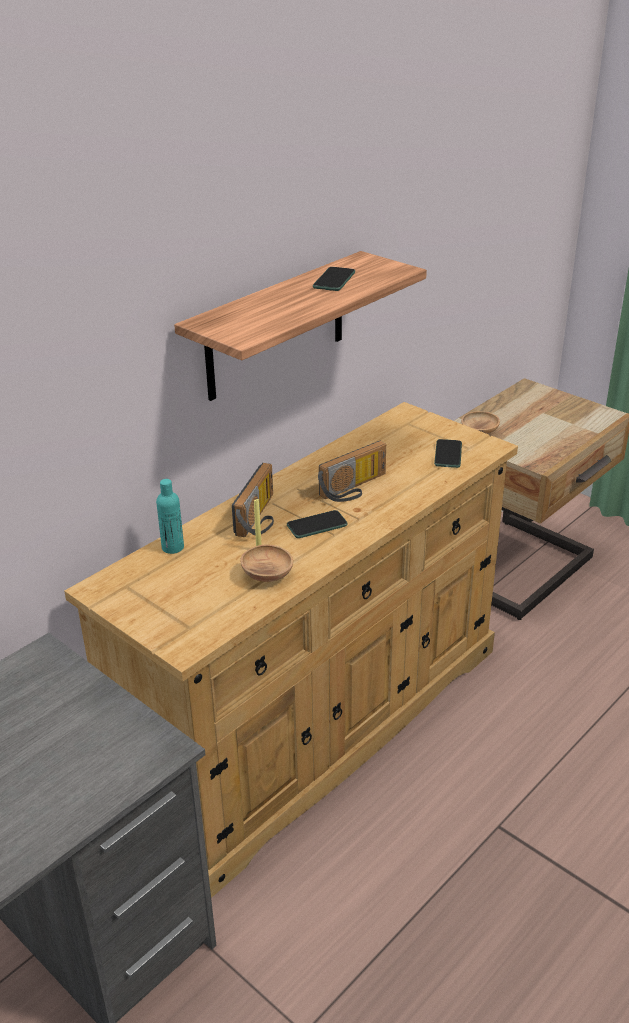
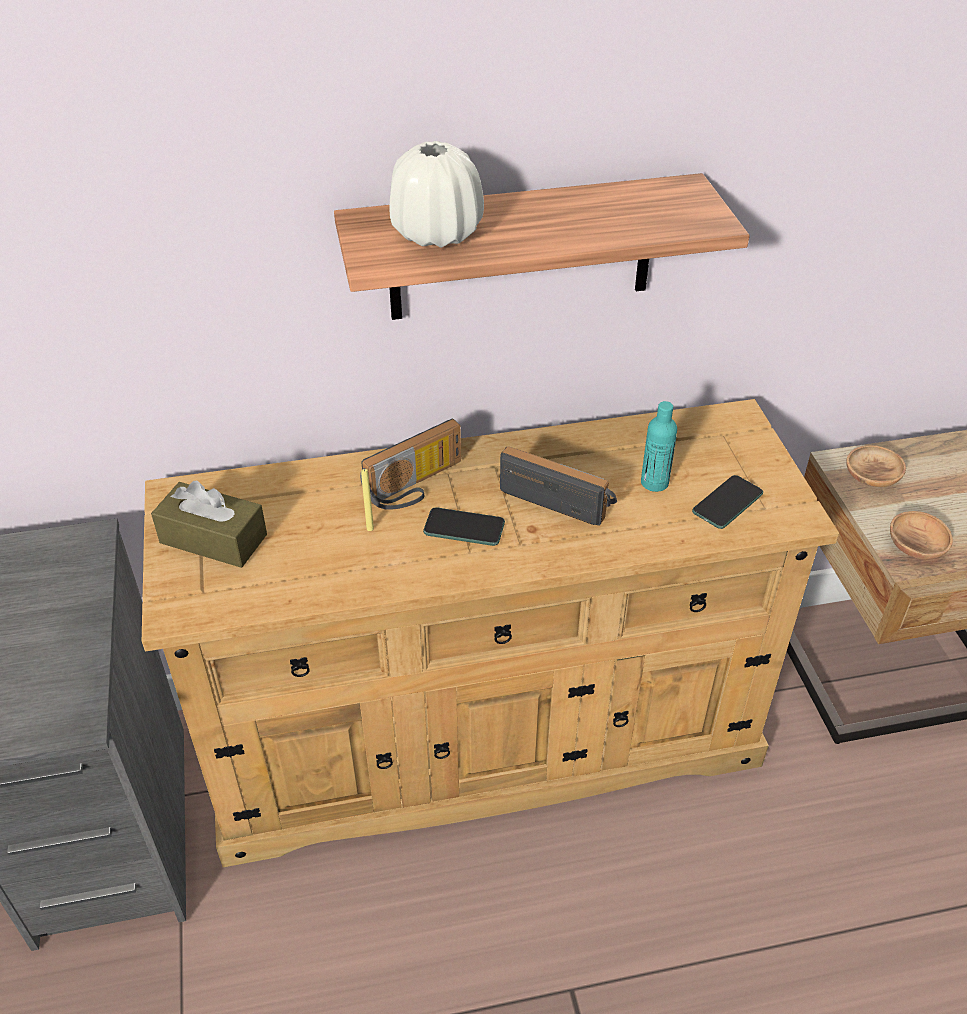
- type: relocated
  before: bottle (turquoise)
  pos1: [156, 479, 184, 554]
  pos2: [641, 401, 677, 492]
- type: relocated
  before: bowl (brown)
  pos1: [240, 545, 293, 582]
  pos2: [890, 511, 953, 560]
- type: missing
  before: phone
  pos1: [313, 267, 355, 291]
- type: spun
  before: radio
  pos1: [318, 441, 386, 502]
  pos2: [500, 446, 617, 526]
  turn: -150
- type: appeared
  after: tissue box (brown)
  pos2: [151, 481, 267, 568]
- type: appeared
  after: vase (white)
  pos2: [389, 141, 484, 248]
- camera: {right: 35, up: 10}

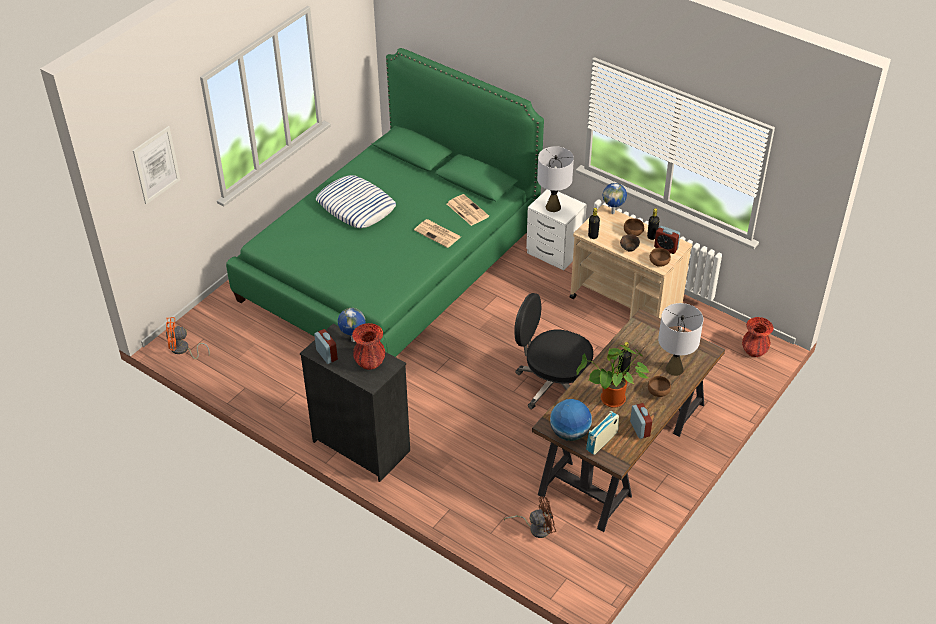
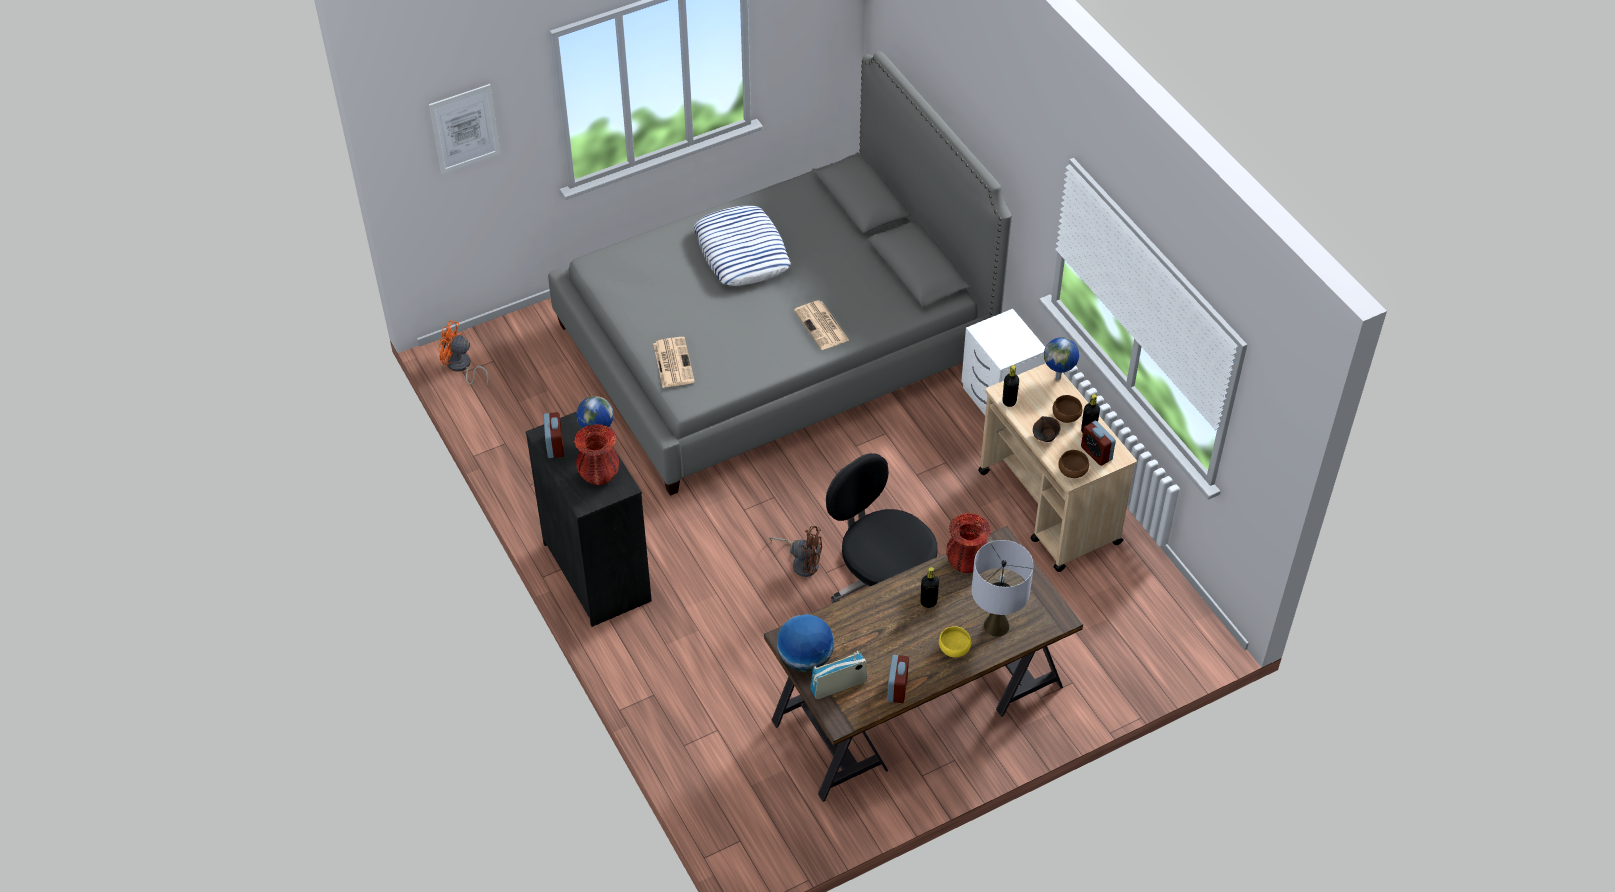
- type: colour
  before: bed (green)
  after: bed (grey)
  pos1: [226, 48, 544, 357]
  pos2: [548, 52, 1012, 496]
- type: relocated
  before: newspaper
  pos1: [447, 194, 489, 226]
  pos2: [653, 337, 695, 388]
- type: relocated
  before: fan (brown)
  pos1: [504, 496, 556, 538]
  pos2: [769, 526, 822, 577]
- type: missing
  before: table lamp (grey)
  pos1: [537, 146, 574, 212]
- type: missing
  before: potted plant
  pos1: [577, 345, 649, 408]
- type: colour
  before: bowl (brown)
  after: bowl (yellow)
  pos1: [648, 376, 671, 397]
  pos2: [939, 626, 971, 657]
- type: relocated
  before: vase (red)
  pos1: [742, 317, 774, 357]
  pos2: [946, 513, 991, 573]
- camera: {right: 25, up: 5}

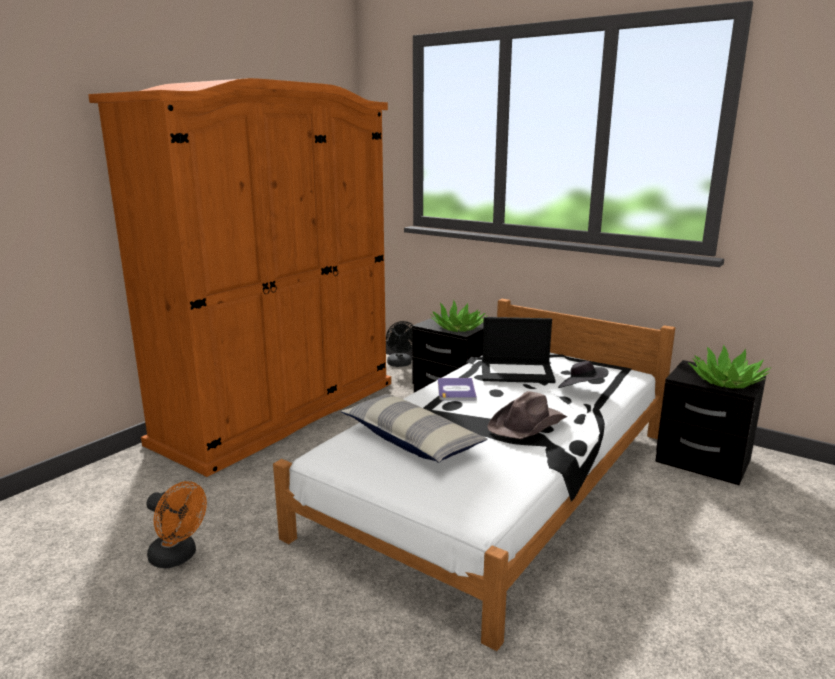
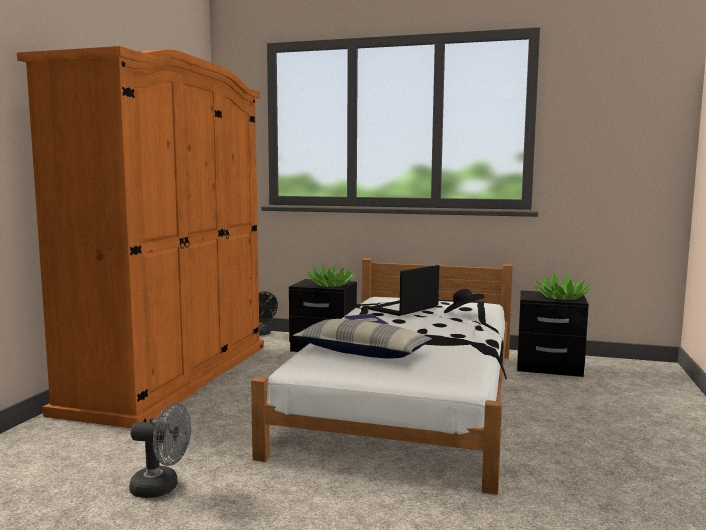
- type: colour
  before: fan (orange)
  after: fan (grey)
  pos1: [147, 481, 207, 569]
  pos2: [129, 403, 191, 498]
- type: spun
  before: laptop
  pos1: [482, 317, 556, 383]
  pos2: [368, 265, 439, 316]
  turn: 150
- type: missing
  before: hat (brown)
  pos1: [487, 391, 567, 439]
- camera: {right: -20, up: -10}

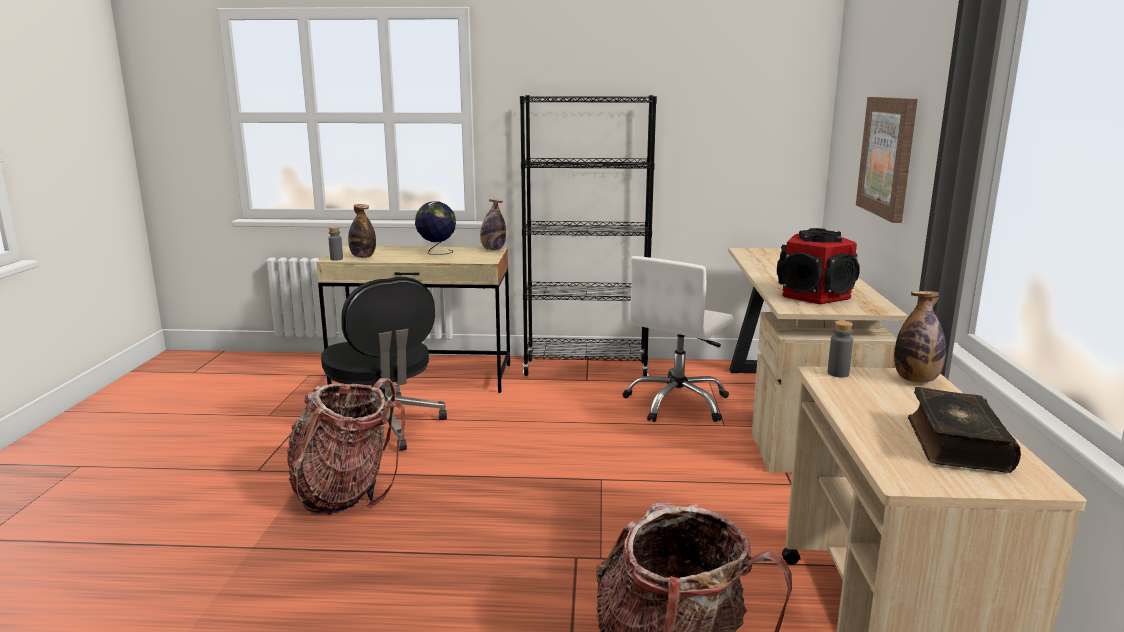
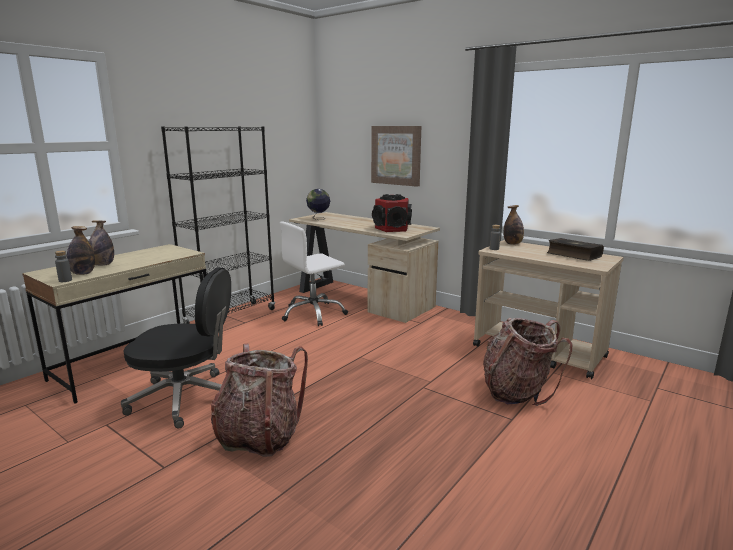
- type: relocated
  before: globe
  pos1: [415, 201, 456, 255]
  pos2: [306, 189, 330, 220]
- type: relocated
  before: bottle
  pos1: [480, 199, 506, 250]
  pos2: [89, 220, 114, 266]
- type: spun
  before: office chair (white)
  pos1: [623, 256, 734, 422]
  pos2: [280, 221, 348, 326]
  turn: 75
- camera: {right: -55, up: 0}

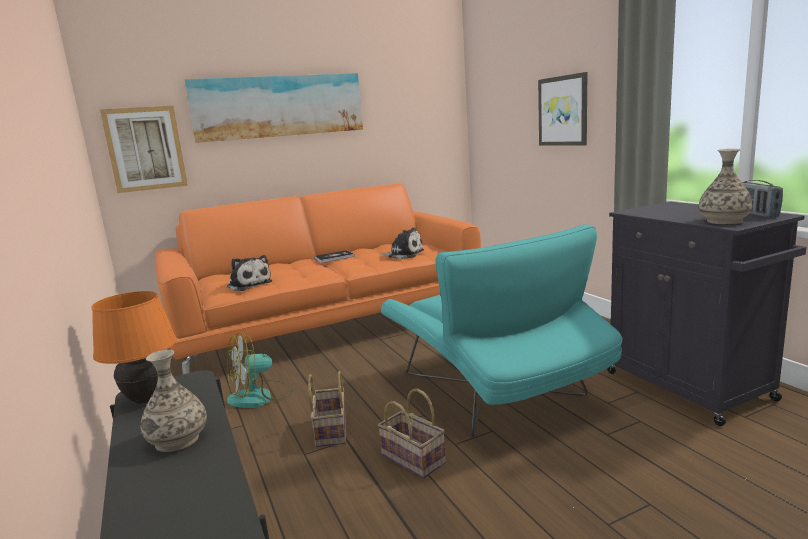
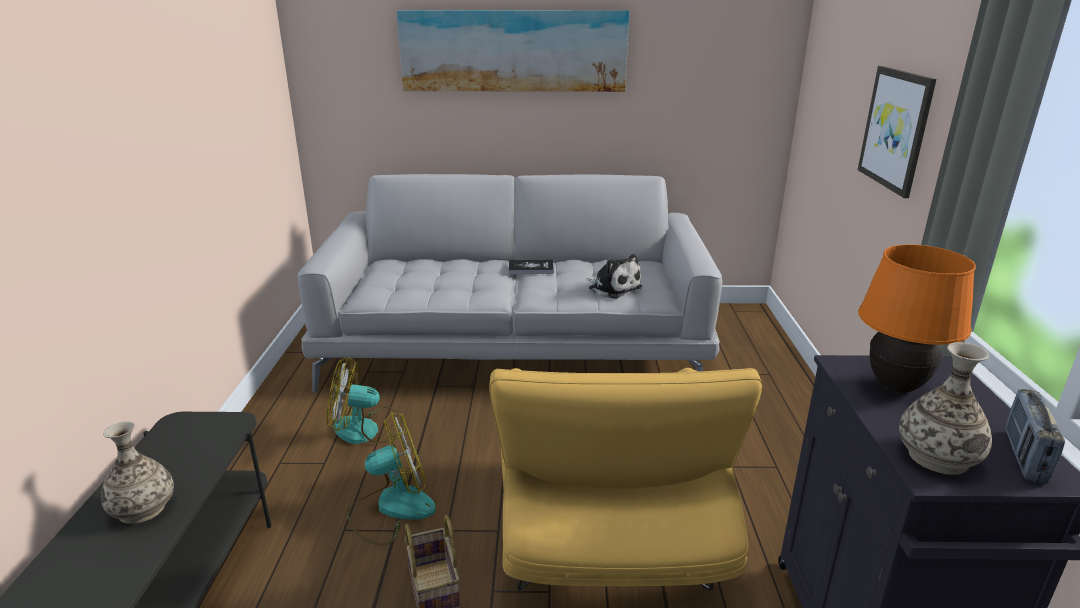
- type: relocated
  before: table lamp (orange)
  pos1: [92, 291, 176, 404]
  pos2: [858, 245, 976, 393]
- type: missing
  before: picture
  pos1: [100, 106, 188, 193]
- type: colour
  before: sofa (orange)
  after: sofa (grey)
  pos1: [155, 184, 481, 374]
  pos2: [298, 174, 722, 393]
- type: missing
  before: plush toy
  pos1: [227, 255, 272, 291]
- type: exchanged
  before: basket
  after: fan
  pos1: [308, 371, 346, 447]
  pos2: [347, 412, 436, 545]
- type: colour
  before: armchair (turquoise)
  after: armchair (yellow)
  pos1: [380, 224, 623, 437]
  pos2: [489, 368, 763, 591]
- camera: {right: 25, up: 10}

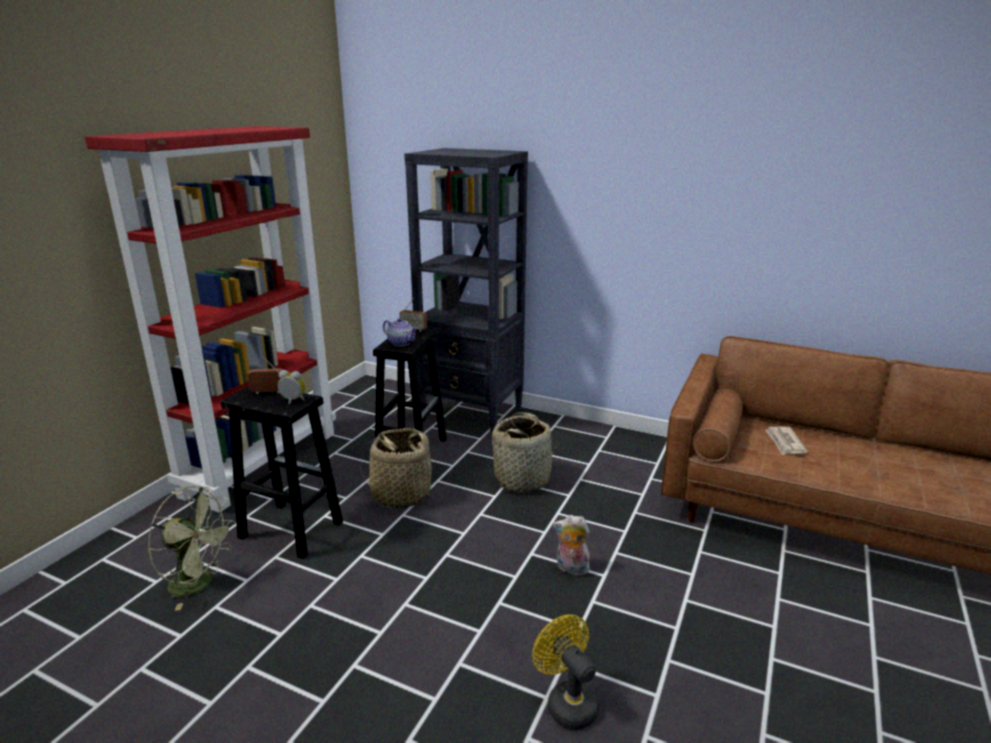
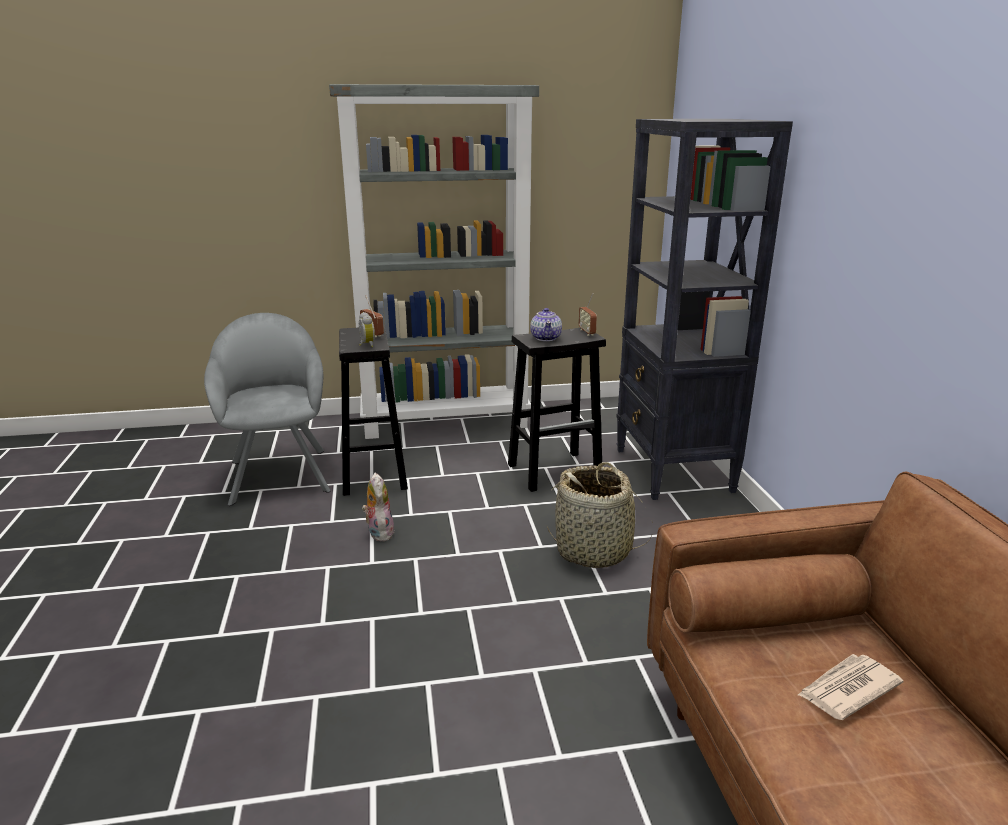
- type: colour
  before: bookcase (red)
  after: bookcase (grey)
  pos1: [85, 126, 336, 513]
  pos2: [329, 84, 539, 439]
- type: exchanged
  before: fan (green)
  after: armchair (grey)
  pos1: [148, 486, 236, 611]
  pos2: [204, 313, 331, 506]
- type: missing
  before: basket
  pos1: [360, 428, 437, 508]
- type: missing
  before: fan (yellow)
  pos1: [532, 615, 599, 730]
- type: relocated
  before: plush toy
  pos1: [553, 515, 590, 575]
  pos2: [362, 473, 394, 541]
- camera: {right: 55, up: 0}

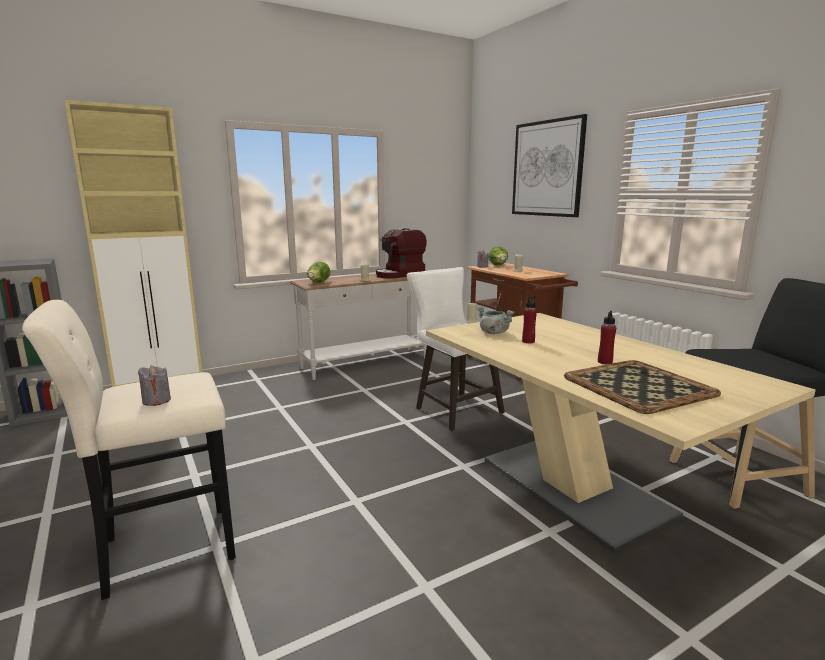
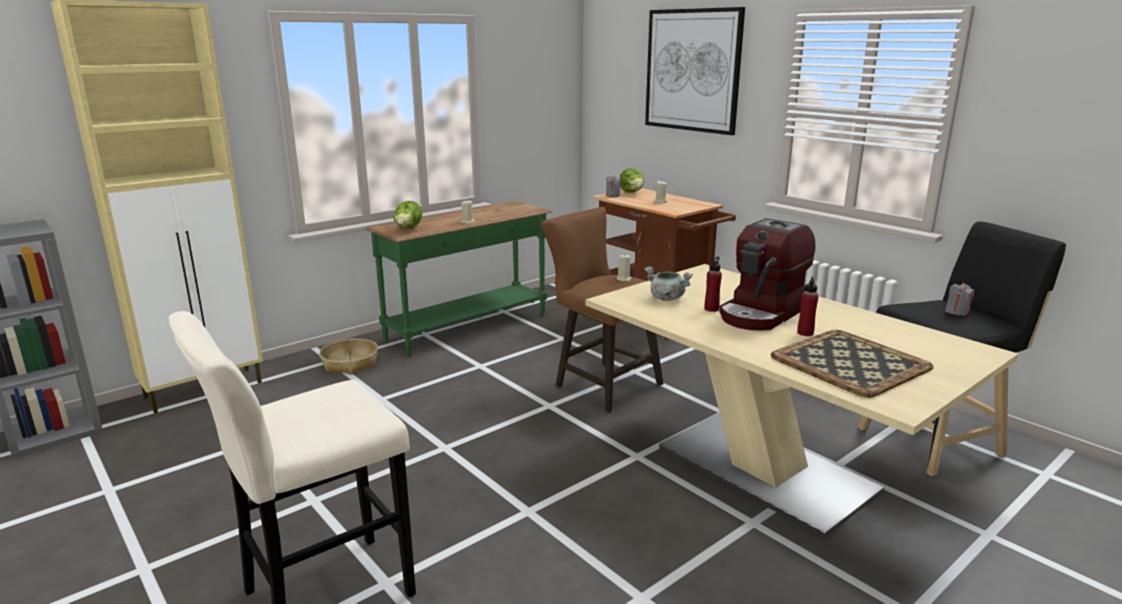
- type: relocated
  before: candle (grey)
  pos1: [138, 365, 171, 406]
  pos2: [945, 283, 974, 316]
- type: colour
  before: console table (white)
  after: console table (green)
  pos1: [290, 273, 427, 380]
  pos2: [366, 201, 552, 357]
- type: relocated
  before: coffee machine
  pos1: [376, 228, 427, 278]
  pos2: [719, 218, 816, 330]
- type: colour
  before: stool (white)
  after: stool (brown)
  pos1: [407, 267, 505, 431]
  pos2: [541, 207, 663, 413]
- type: appeared
  after: basket
  pos2: [319, 338, 378, 375]
- camera: {right: -10, up: 5}

